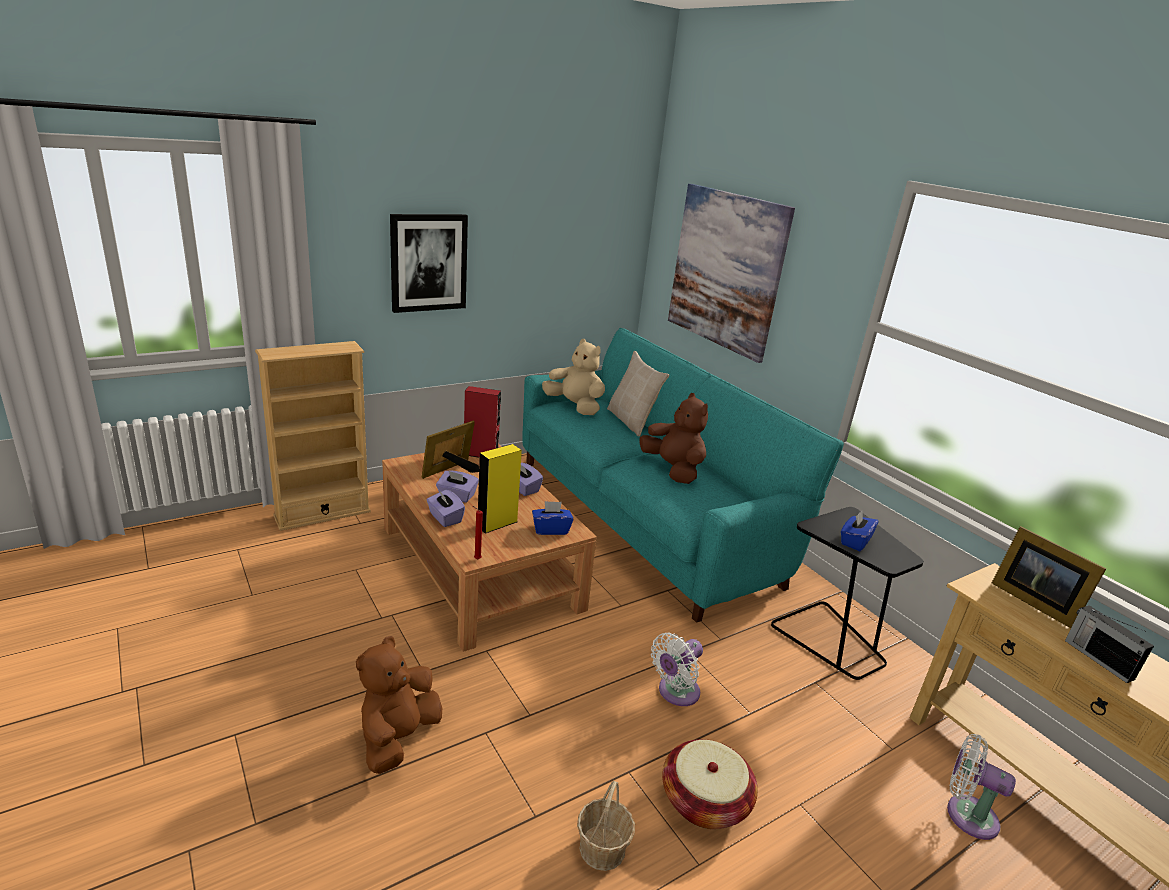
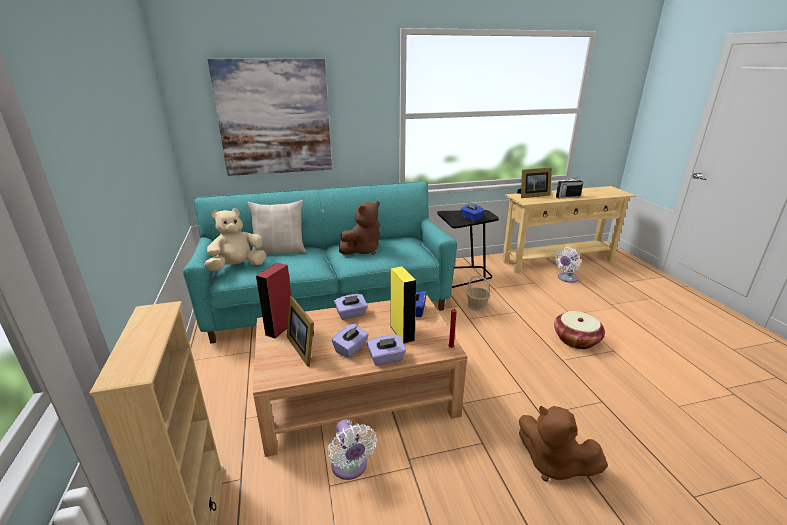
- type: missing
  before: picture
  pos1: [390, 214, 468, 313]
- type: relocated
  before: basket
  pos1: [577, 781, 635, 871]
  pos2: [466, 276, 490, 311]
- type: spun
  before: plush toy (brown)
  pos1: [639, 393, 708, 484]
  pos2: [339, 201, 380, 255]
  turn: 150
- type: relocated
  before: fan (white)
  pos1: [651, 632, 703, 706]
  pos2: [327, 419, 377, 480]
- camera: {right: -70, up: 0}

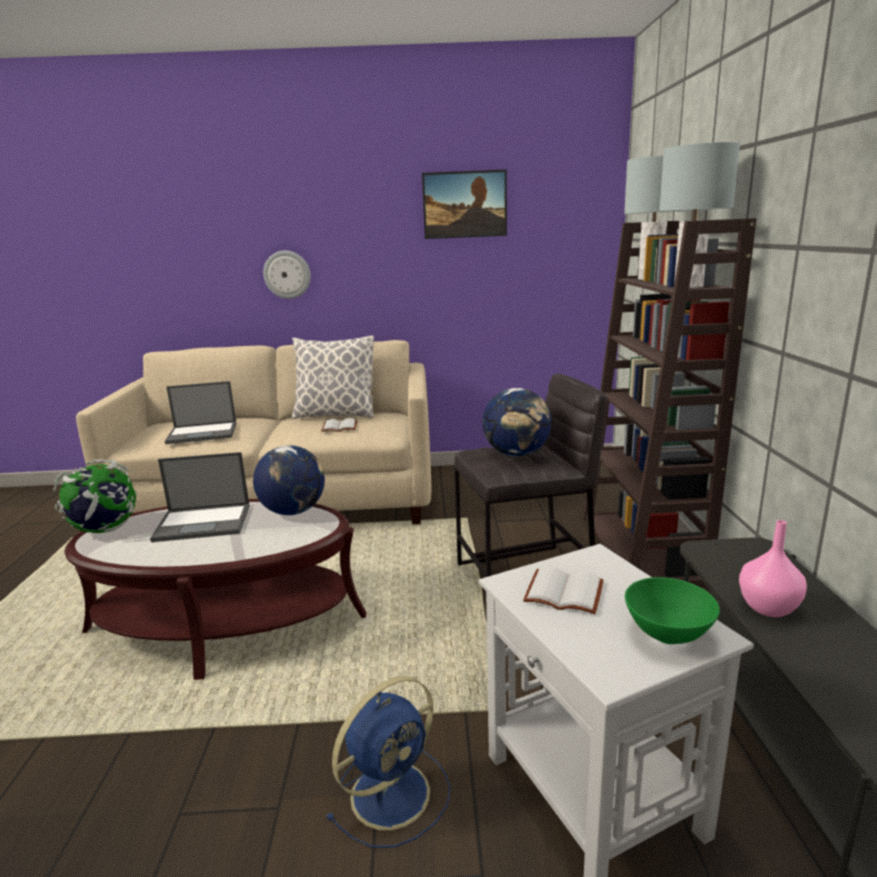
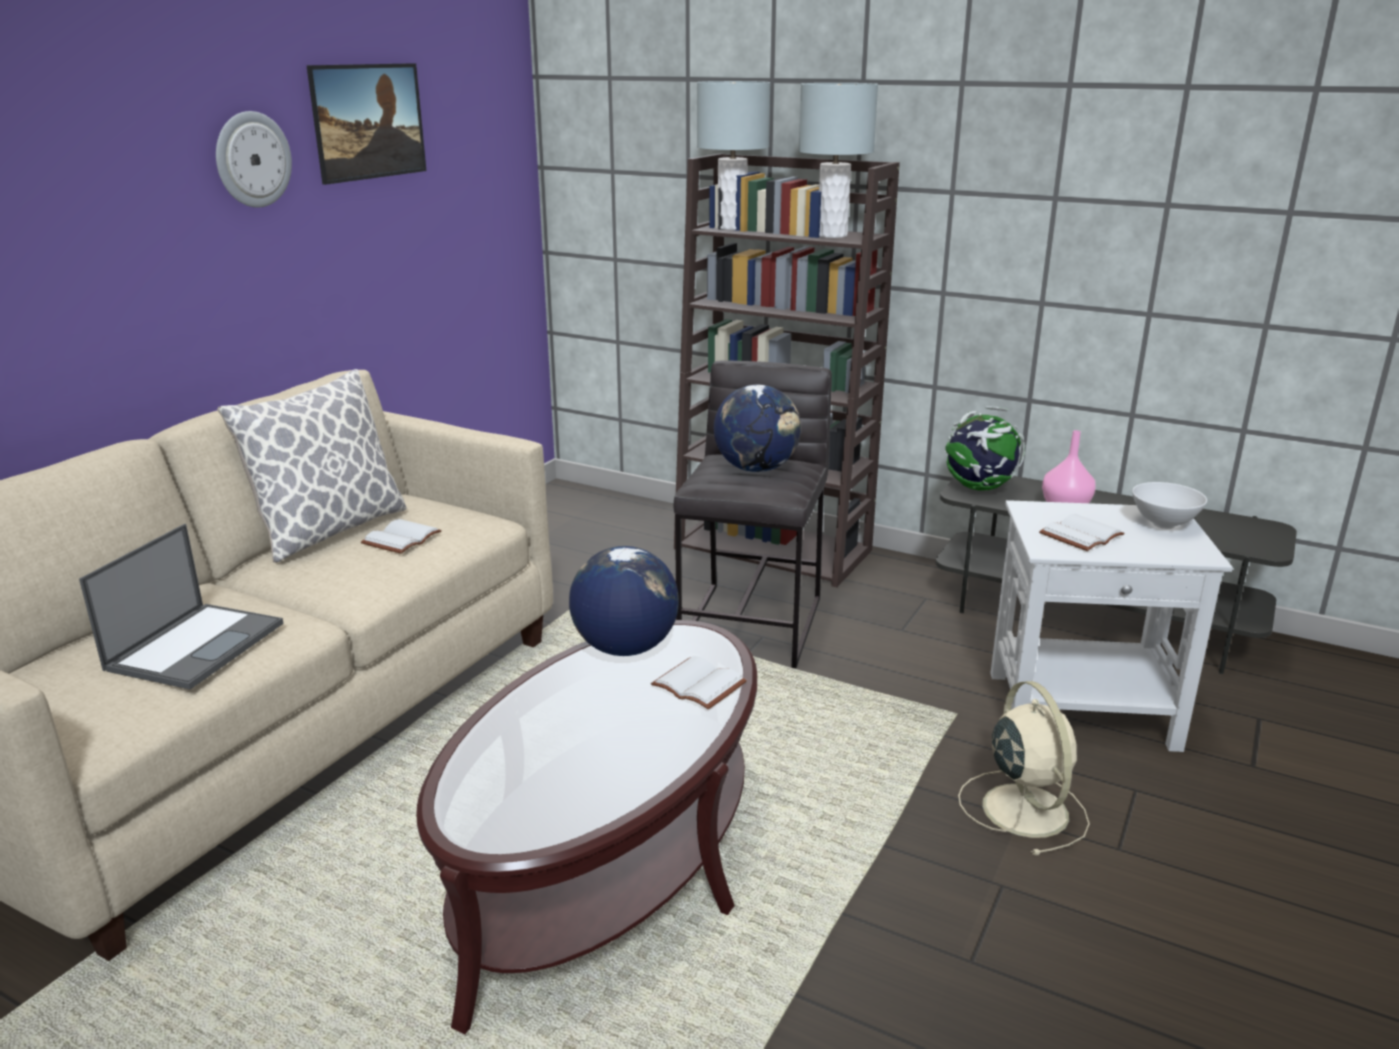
- type: relocated
  before: globe
  pos1: [53, 459, 138, 533]
  pos2: [945, 406, 1025, 491]
- type: missing
  before: laptop
  pos1: [150, 452, 250, 542]
- type: relocated
  before: wall clock
  pos1: [263, 251, 311, 299]
  pos2: [216, 111, 292, 208]
- type: colour
  before: fan (blue)
  after: fan (beige)
  pos1: [326, 676, 451, 848]
  pos2: [958, 681, 1090, 856]
- type: colour
  before: bowl (green)
  after: bowl (white)
  pos1: [625, 577, 720, 644]
  pos2: [1132, 482, 1207, 529]
- type: appeared
  after: book (white)
  pos2: [651, 656, 747, 709]
- camera: {right: -60, up: 5}

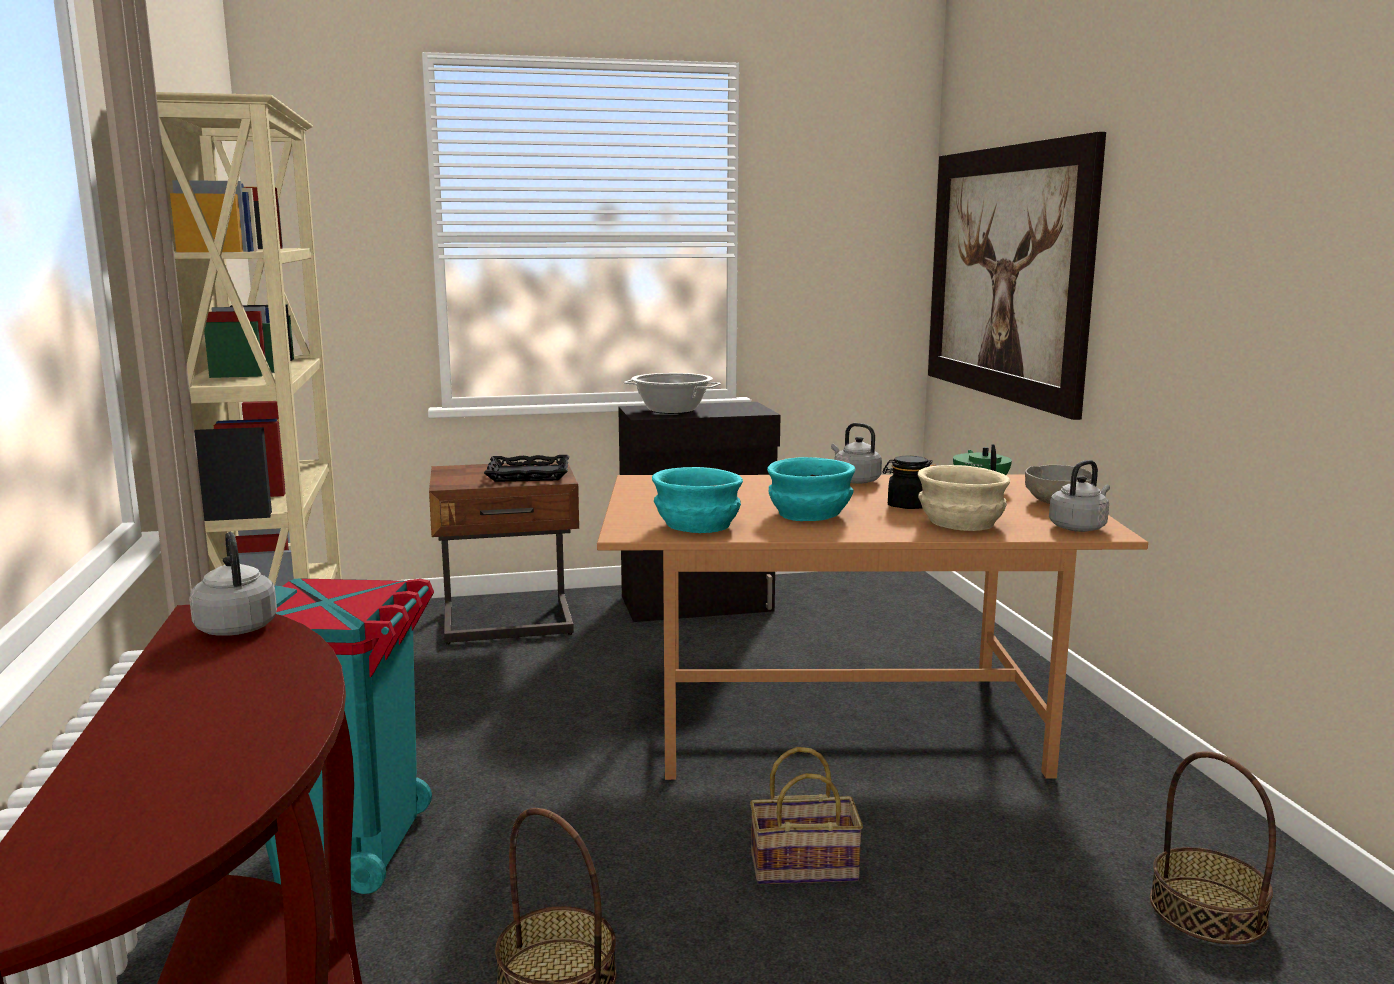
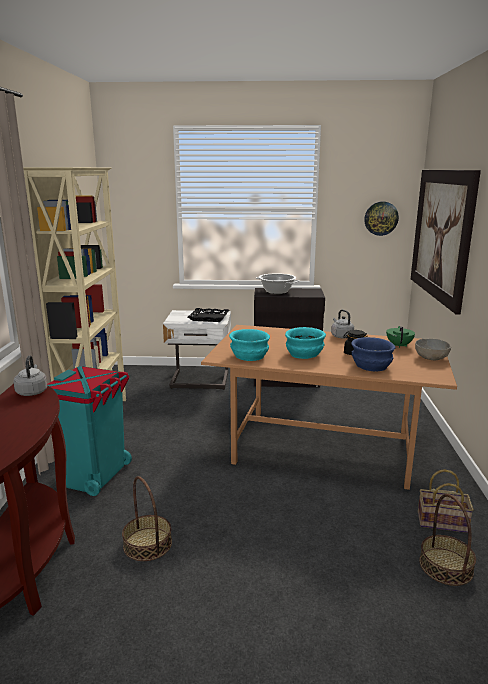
- type: colour
  before: nightstand (brown)
  after: nightstand (white)
  pos1: [429, 461, 579, 645]
  pos2: [163, 310, 231, 390]
- type: relocated
  before: basket
  pos1: [750, 747, 863, 884]
  pos2: [418, 469, 474, 533]
- type: colour
  before: bowl (beige)
  after: bowl (blue)
  pos1: [918, 465, 1010, 531]
  pos2: [351, 337, 396, 371]
- type: missing
  before: kettle (grey)
  pos1: [1049, 460, 1110, 532]
- type: appeared
  after: wall clock
  pos2: [364, 201, 399, 236]
- camera: {right: 15, up: 5}

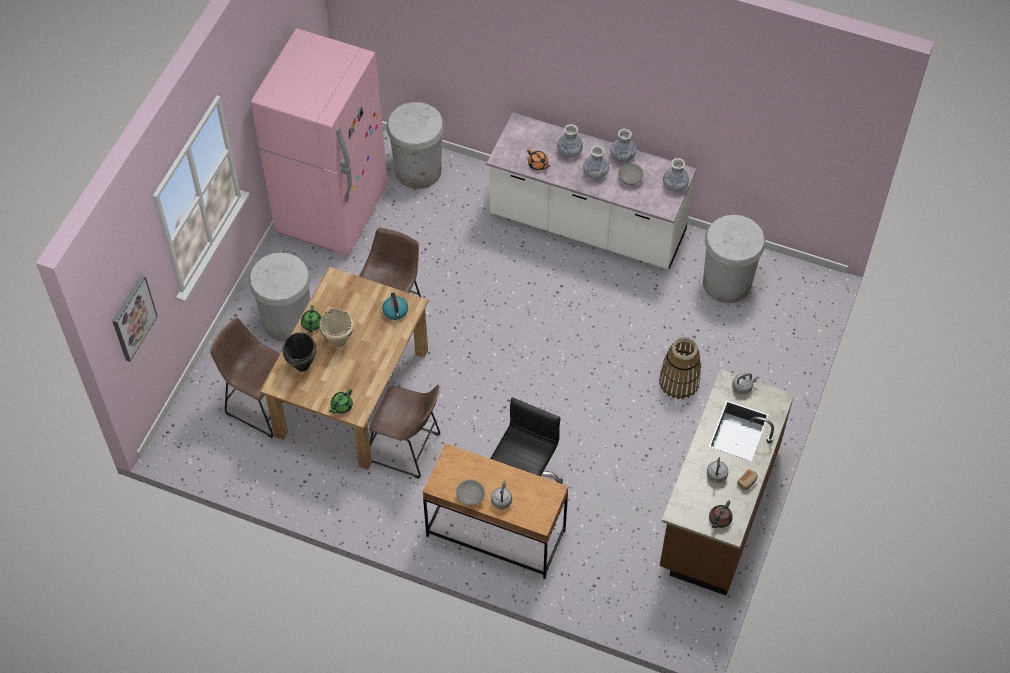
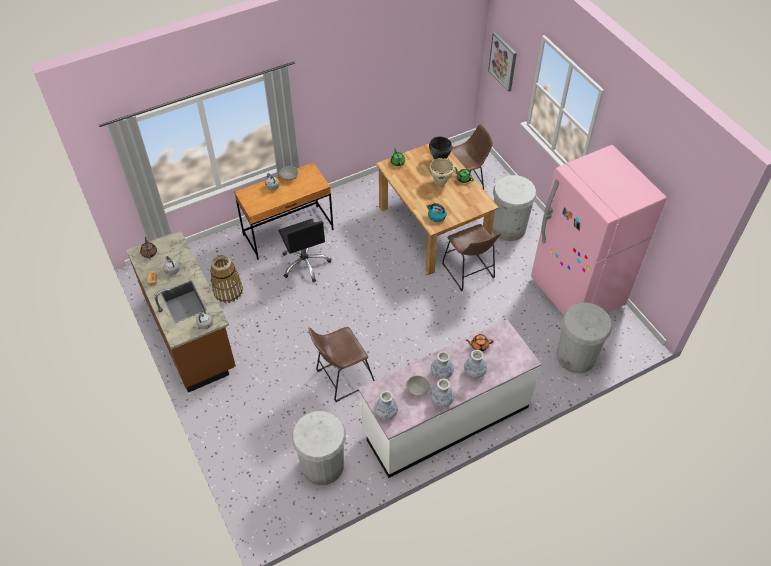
- type: relocated
  before: stool (brown)
  pos1: [369, 385, 440, 479]
  pos2: [309, 327, 374, 402]
- type: relocated
  before: basket
  pos1: [659, 337, 701, 399]
  pos2: [210, 255, 243, 303]
- camera: {right: 130, up: -5}

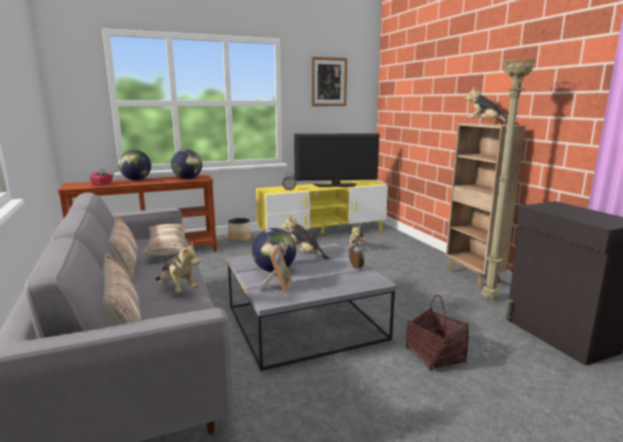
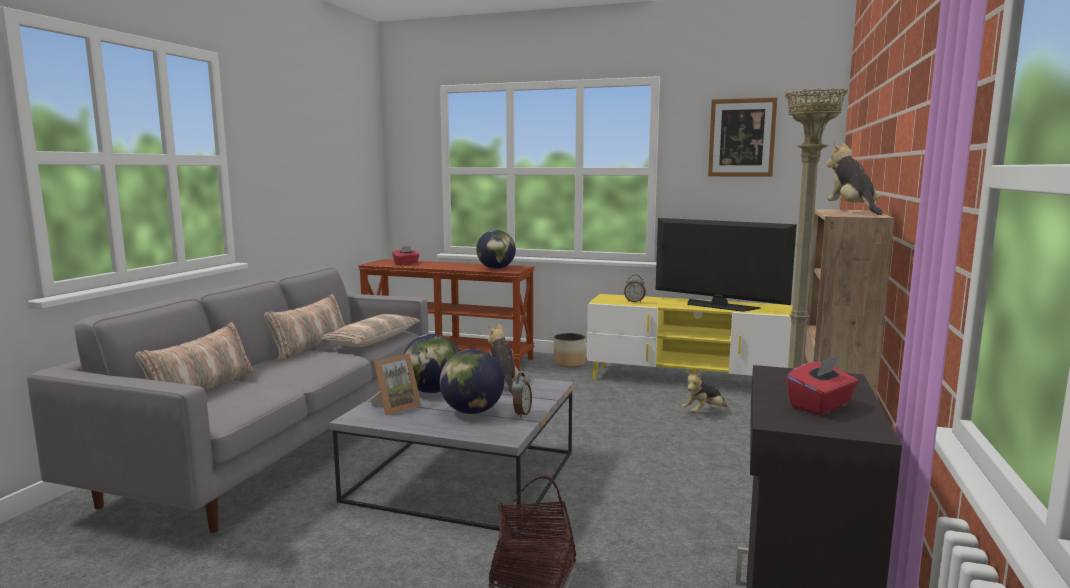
- type: relocated
  before: globe
  pos1: [118, 150, 151, 180]
  pos2: [440, 349, 504, 414]
- type: missing
  before: plush toy
  pos1: [155, 242, 200, 292]
- type: appeared
  after: tissue box (red)
  pos2: [786, 356, 858, 416]
- camera: {right: 40, up: -5}

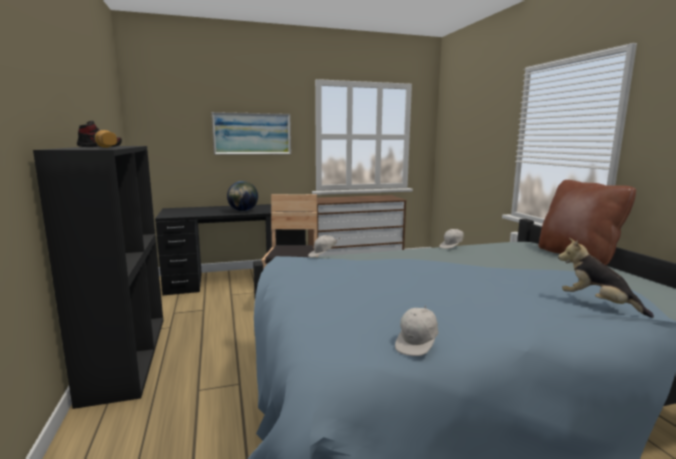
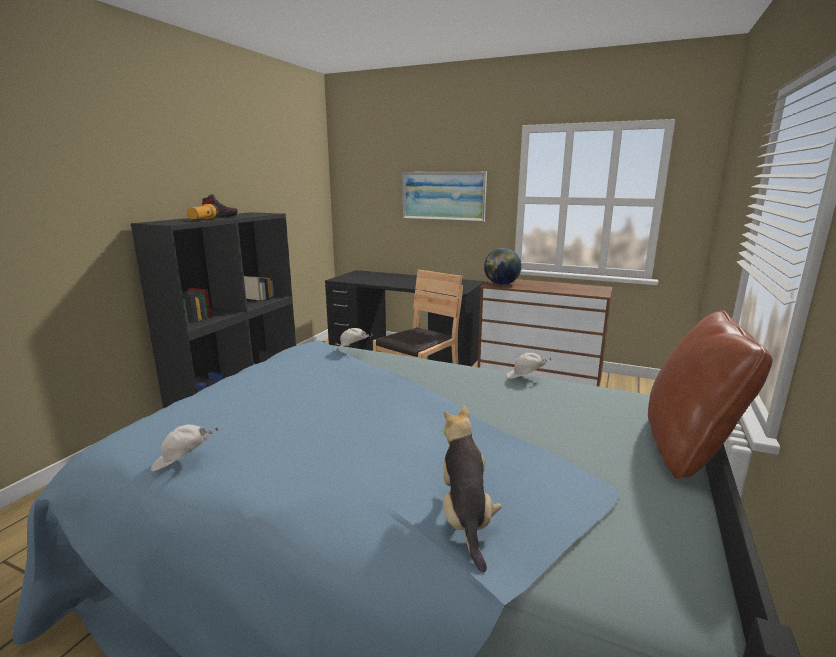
- type: relocated
  before: globe
  pos1: [227, 181, 258, 211]
  pos2: [484, 248, 522, 285]
- camera: {right: 40, up: 5}

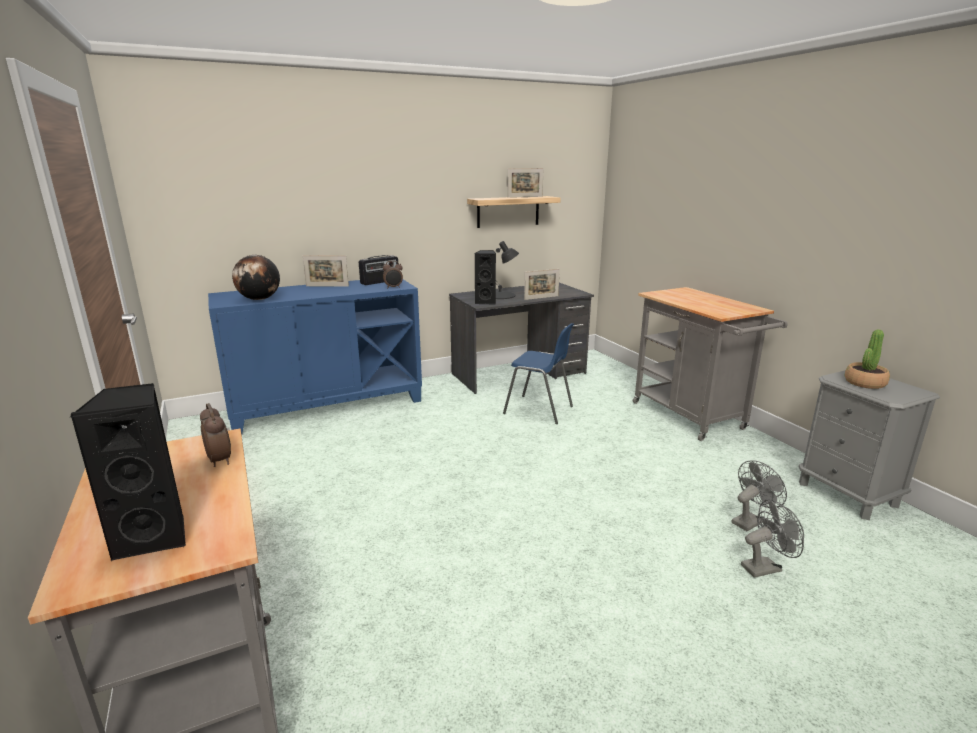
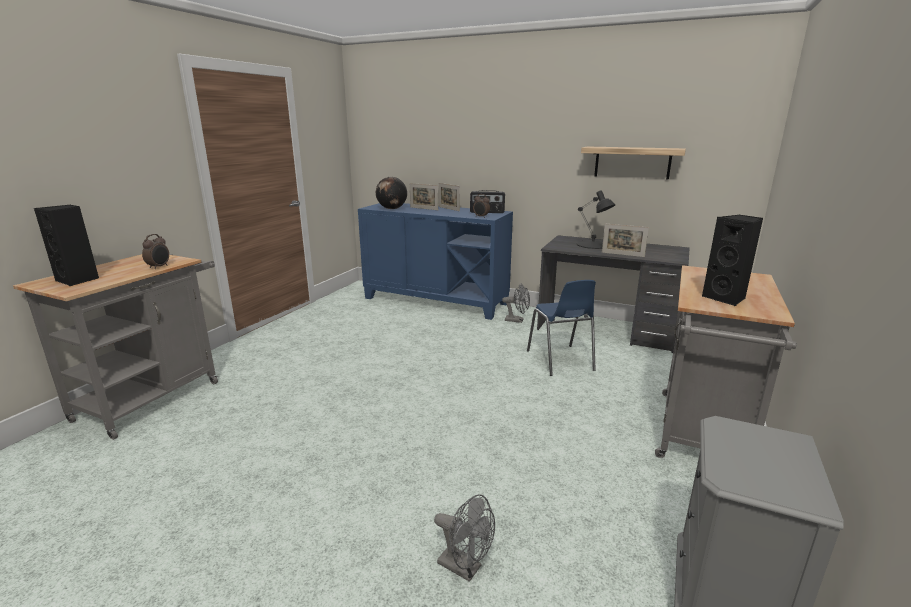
- type: relocated
  before: speaker (black)
  pos1: [475, 250, 496, 305]
  pos2: [702, 215, 763, 306]
- type: relocated
  before: picture frame
  pos1: [507, 168, 543, 198]
  pos2: [410, 183, 438, 210]
- type: relocated
  before: fan (grey)
  pos1: [731, 460, 787, 531]
  pos2: [502, 284, 530, 323]
- type: missing
  before: potted plant
  pos1: [845, 329, 890, 389]
- camera: {right: 50, up: 0}

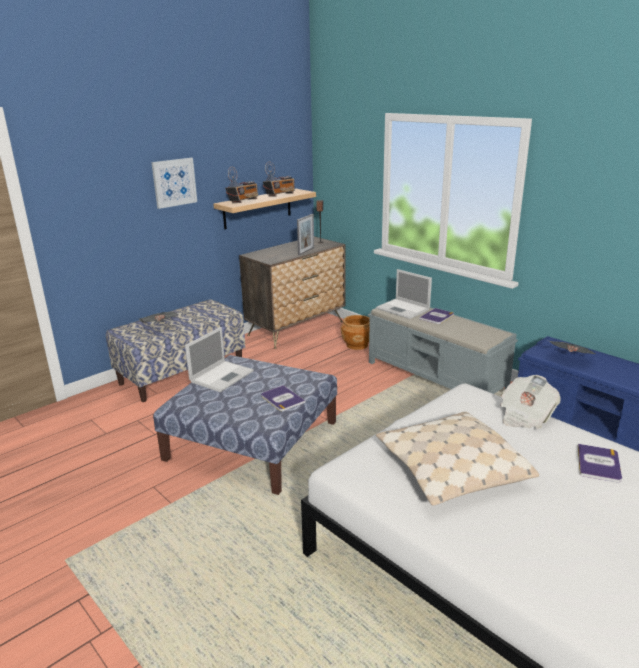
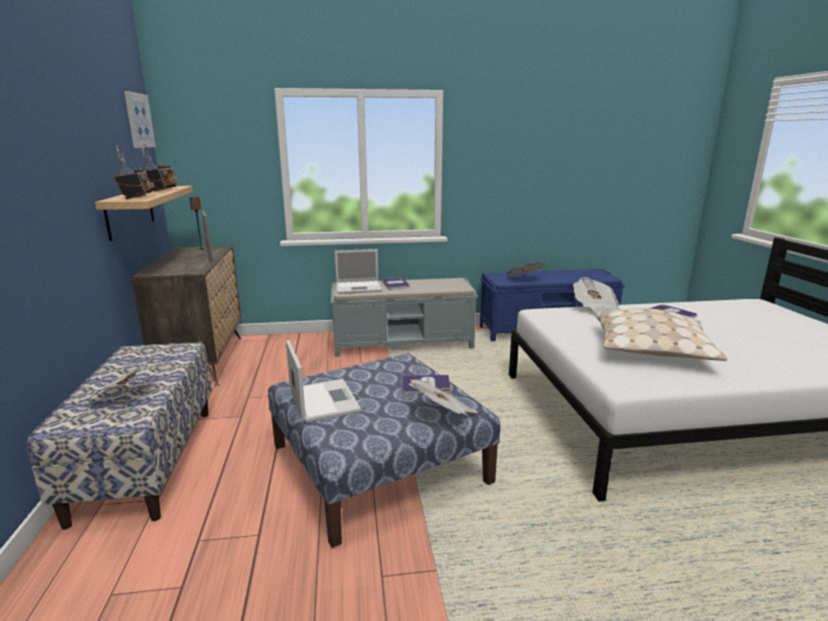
- type: relocated
  before: picture
  pos1: [151, 158, 197, 209]
  pos2: [124, 91, 156, 148]
- type: missing
  before: planter (brown)
  pos1: [341, 315, 370, 350]
- type: appeared
  after: newspaper
  pos2: [409, 379, 478, 415]
- camera: {right: -55, up: -5}

